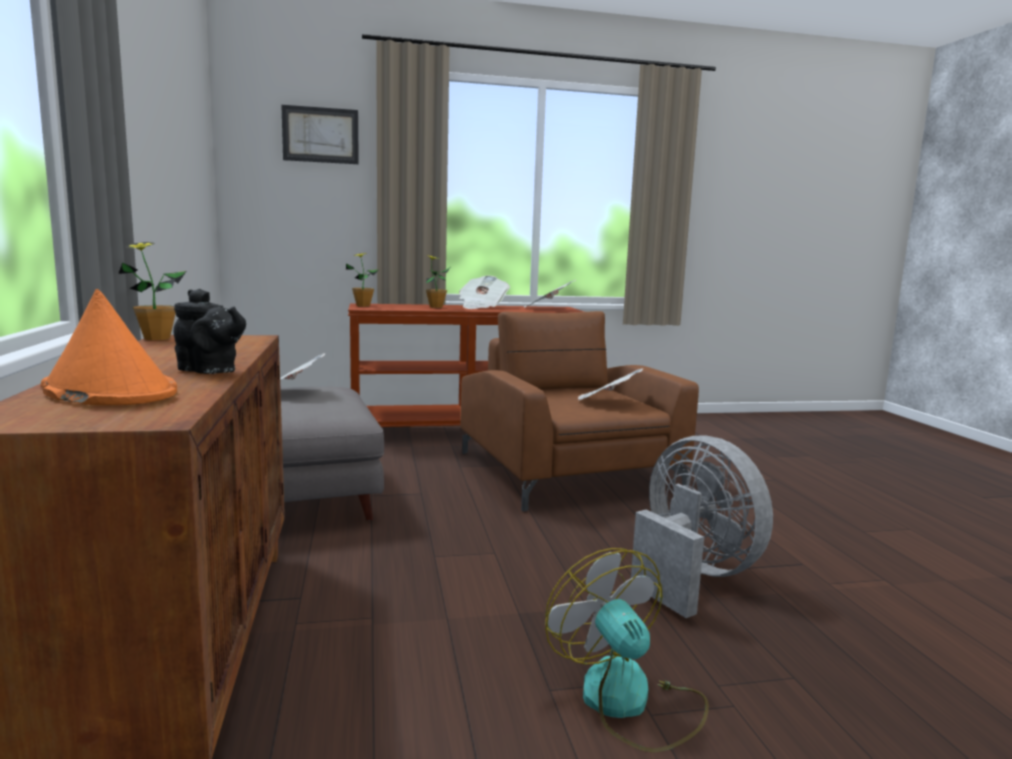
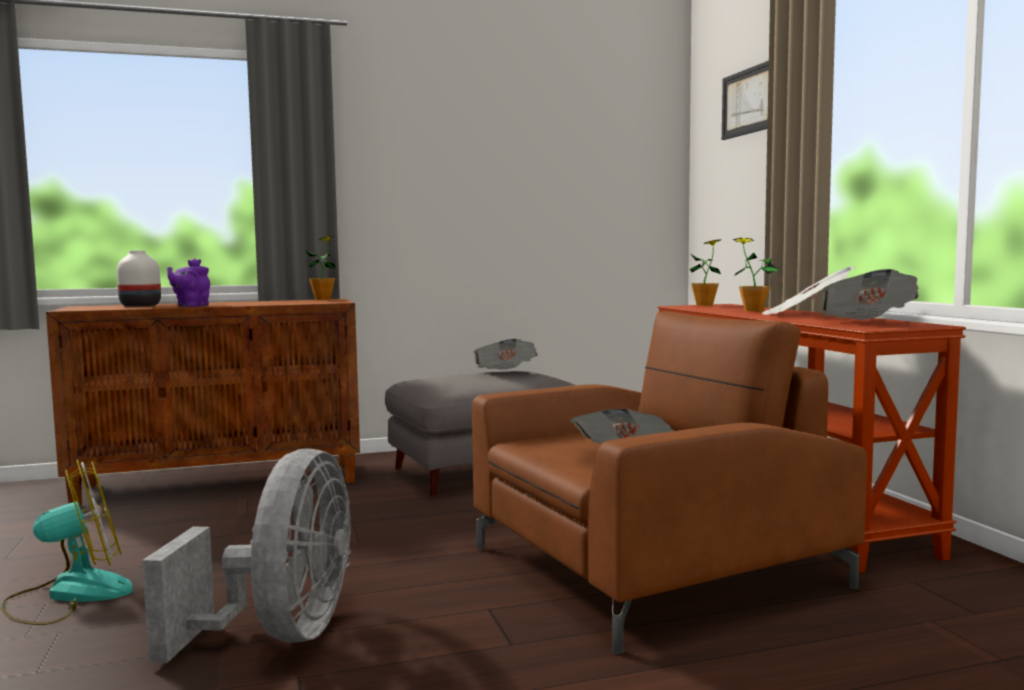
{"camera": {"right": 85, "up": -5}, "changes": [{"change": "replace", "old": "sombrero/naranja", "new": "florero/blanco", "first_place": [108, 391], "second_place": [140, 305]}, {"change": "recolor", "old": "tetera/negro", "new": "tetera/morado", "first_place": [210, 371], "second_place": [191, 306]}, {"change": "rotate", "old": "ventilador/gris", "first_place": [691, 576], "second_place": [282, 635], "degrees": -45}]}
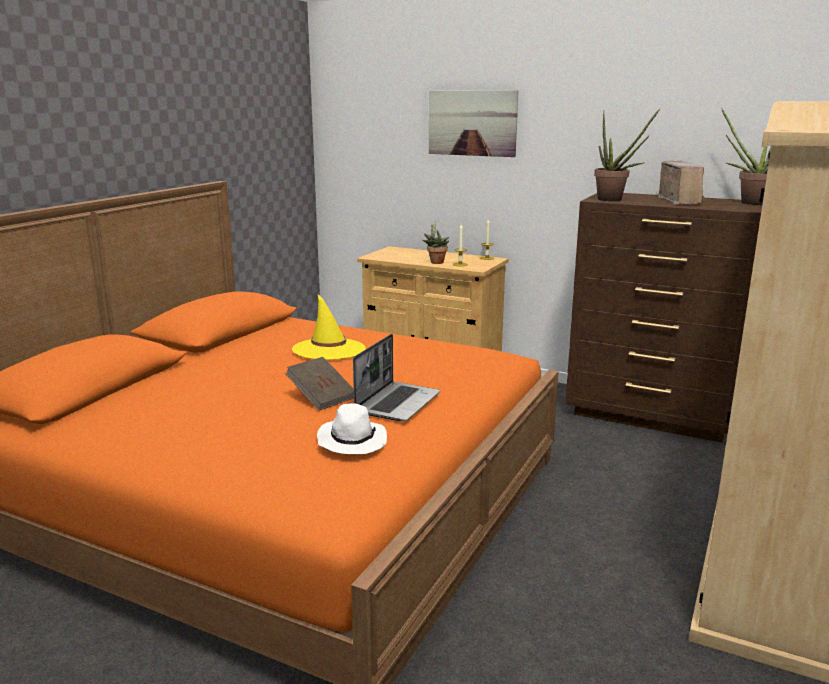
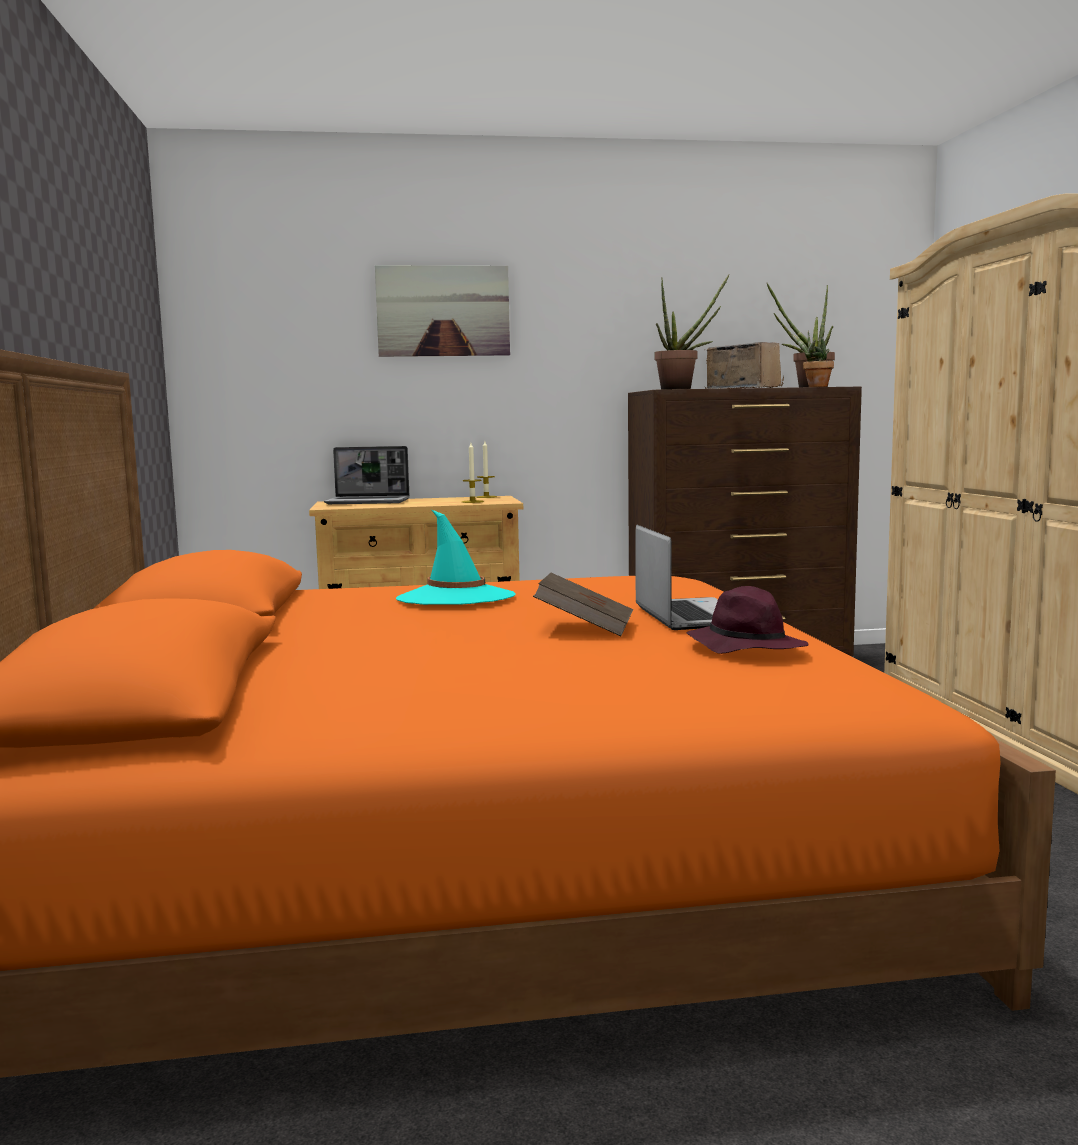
{"camera": {"right": -35, "up": -10}, "changes": [{"change": "insert", "new": "portátil", "second_place": [369, 502]}, {"change": "move", "old": "planta en maceta", "first_place": [436, 262], "second_place": [814, 387]}, {"change": "recolor", "old": "sombrero/amarillo", "new": "sombrero/turquesa", "first_place": [329, 349], "second_place": [456, 598]}, {"change": "recolor", "old": "sombrero/blanco", "new": "sombrero/morado", "first_place": [351, 441], "second_place": [744, 647]}]}
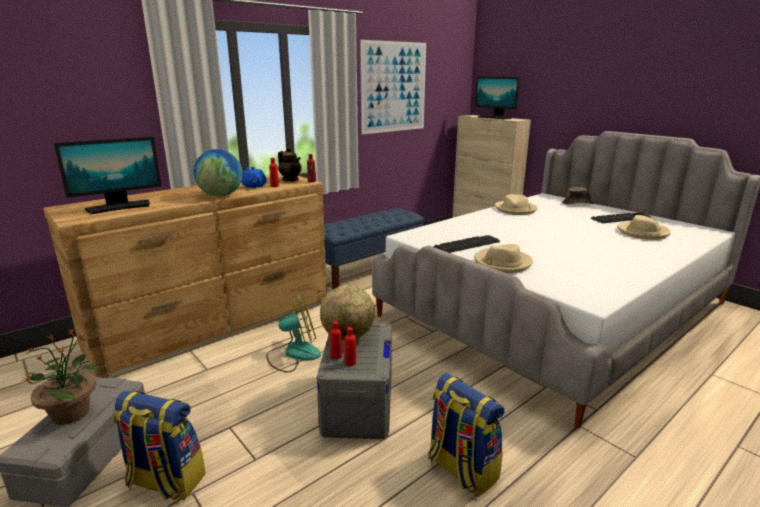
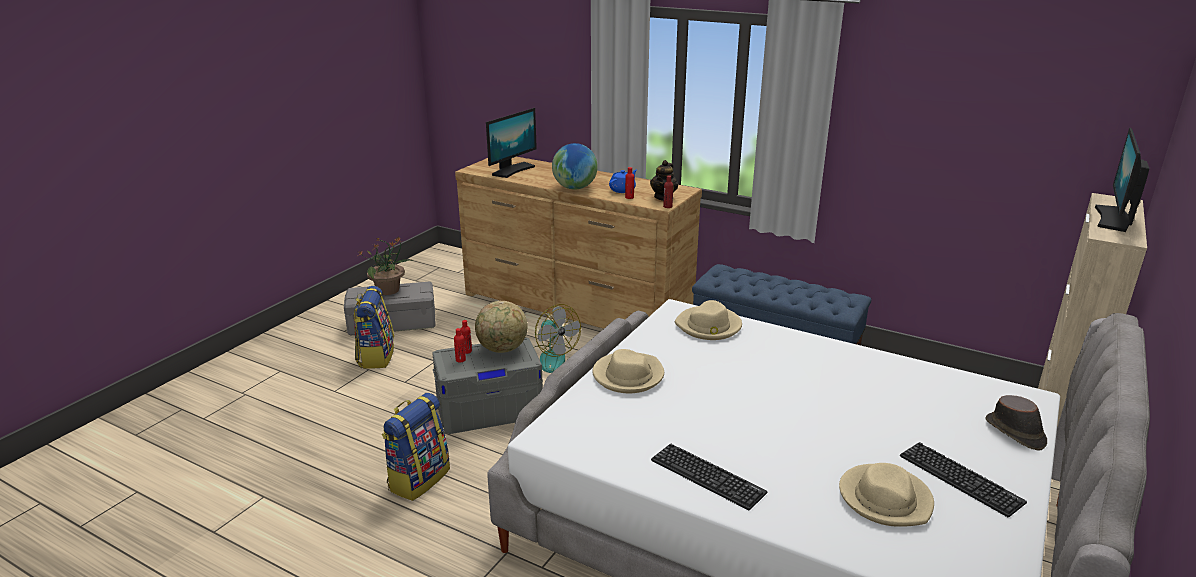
{"camera": {"right": 70, "up": 5}, "changes": [{"change": "delete", "old": "cuadro", "first_place": [394, 87]}, {"change": "move", "old": "teclado", "first_place": [467, 245], "second_place": [707, 476]}, {"change": "move", "old": "sombrero/beis", "first_place": [515, 209], "second_place": [709, 326]}, {"change": "rotate", "old": "monitor", "first_place": [119, 207], "second_place": [512, 170], "degrees": -90}]}
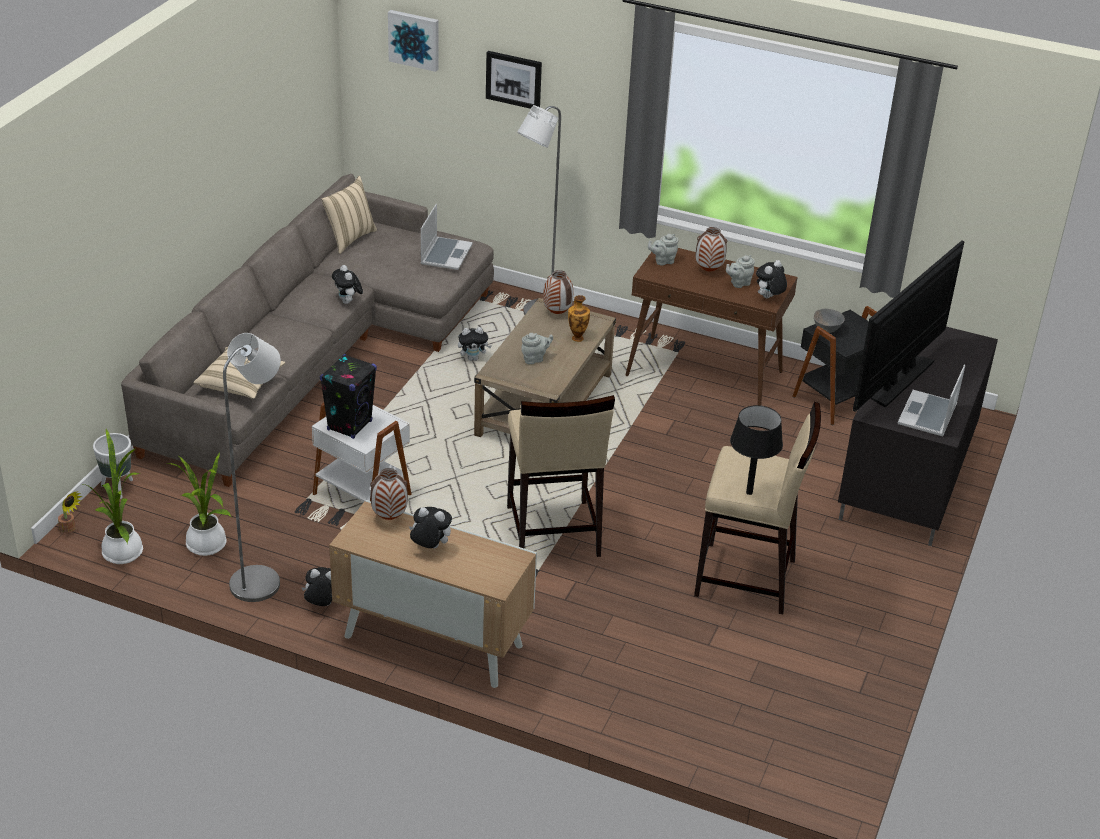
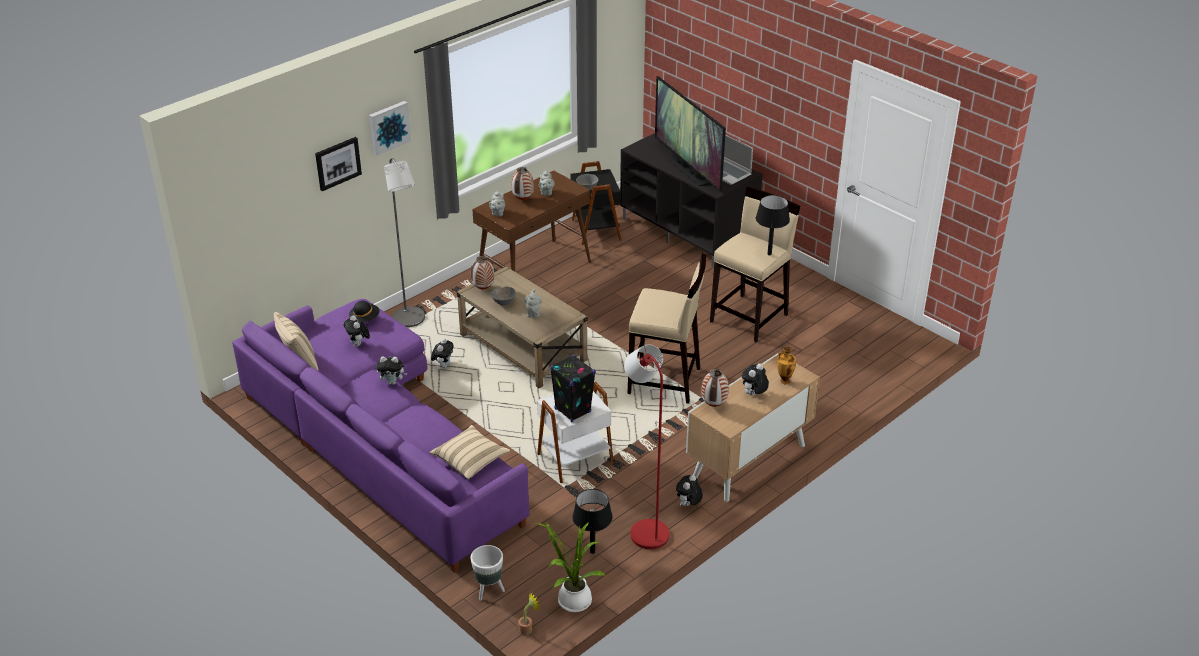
{"camera": {"right": -65, "up": 0}, "changes": [{"change": "insert", "new": "cuenco/gris", "second_place": [504, 303]}, {"change": "move", "old": "cuadro", "first_place": [414, 39], "second_place": [388, 127]}, {"change": "move", "old": "florero", "first_place": [577, 338], "second_place": [784, 381]}, {"change": "move", "old": "peluche", "first_place": [768, 298], "second_place": [358, 345]}, {"change": "replace", "old": "planta en maceta", "new": "lámpara de mesa/negro", "first_place": [207, 546], "second_place": [592, 552]}, {"change": "replace", "old": "portátil", "new": "sombrero/negro", "first_place": [445, 254], "second_place": [364, 319]}, {"change": "recolor", "old": "sofá/gris", "new": "sofá/morado", "first_place": [318, 353], "second_place": [378, 441]}, {"change": "recolor", "old": "lámpara de pie/gris", "new": "lámpara de pie/rojo", "first_place": [262, 579], "second_place": [645, 530]}]}
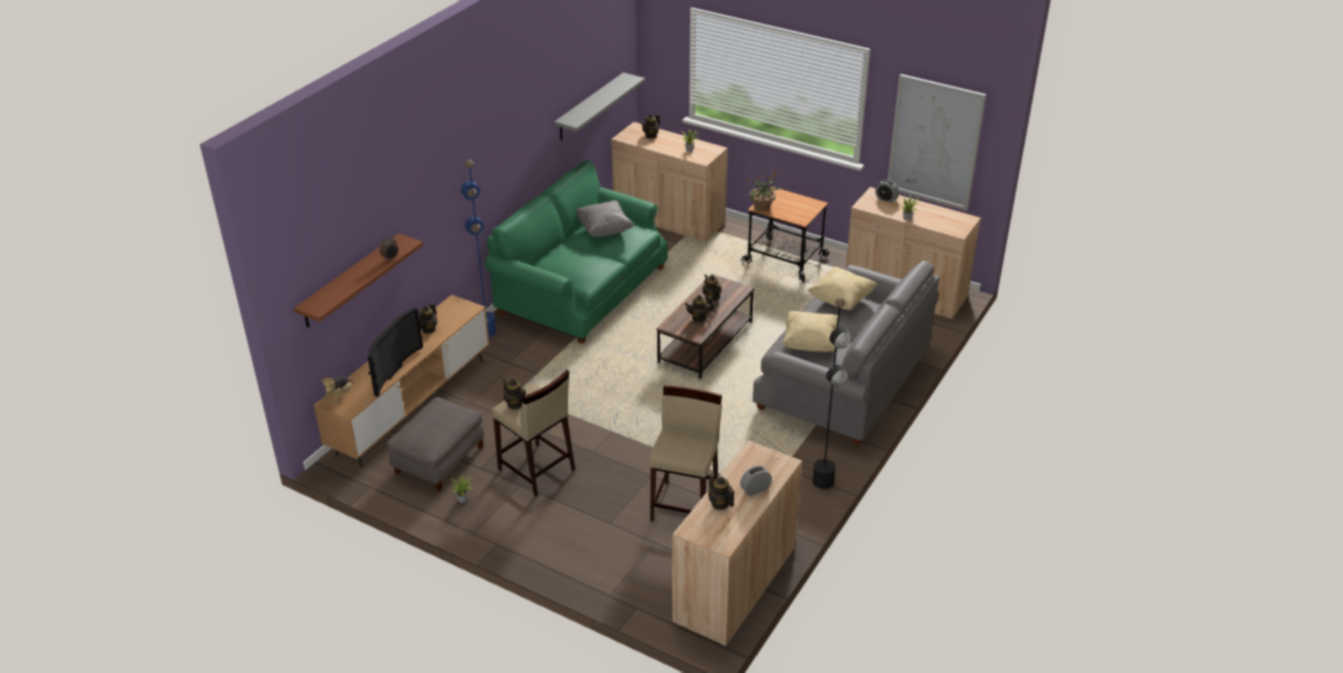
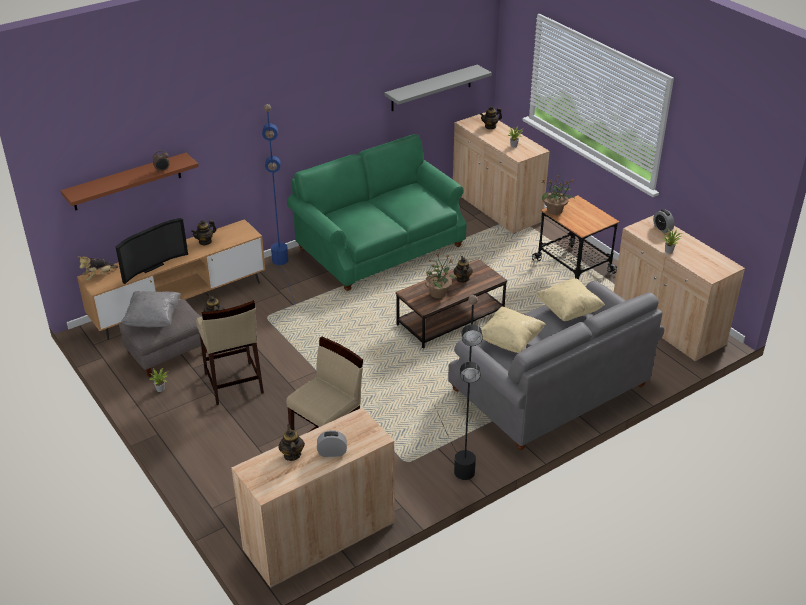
{"camera": {"right": 25, "up": 0}, "changes": [{"change": "delete", "old": "cuadro", "first_place": [935, 142]}, {"change": "move", "old": "cojín/gris", "first_place": [604, 230], "second_place": [153, 319]}, {"change": "replace", "old": "tetera", "new": "planta en maceta", "first_place": [699, 318], "second_place": [438, 293]}]}
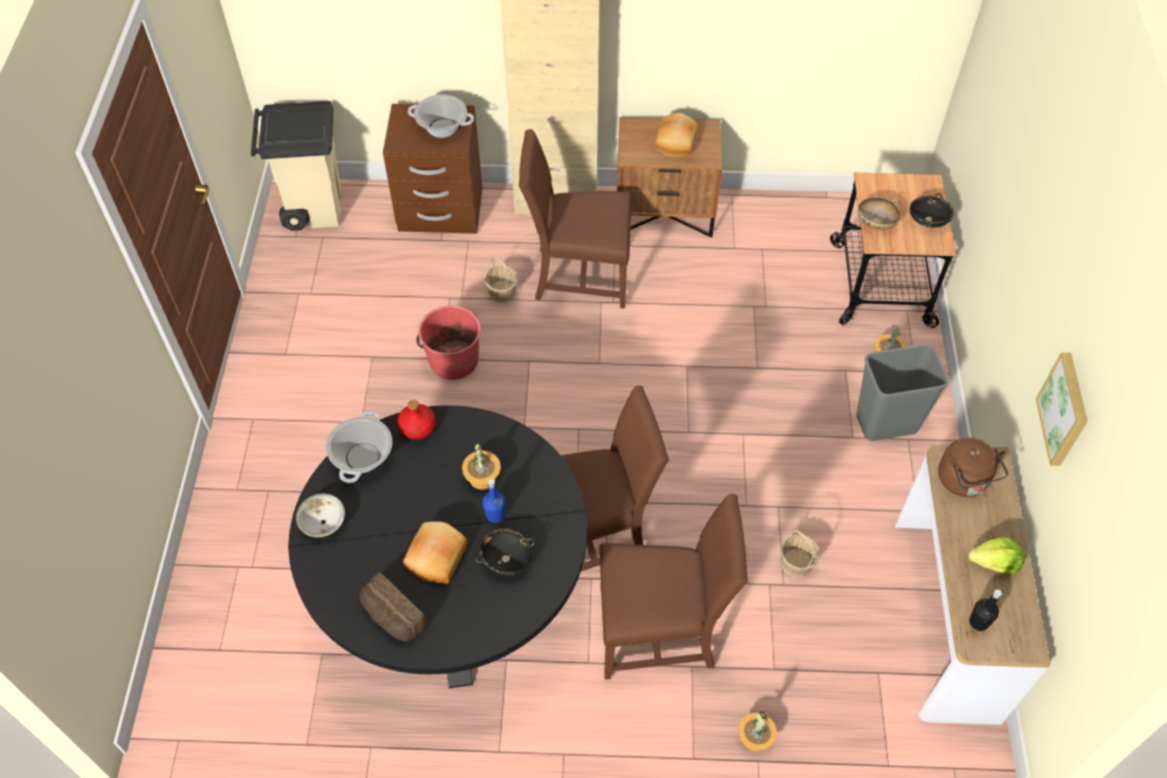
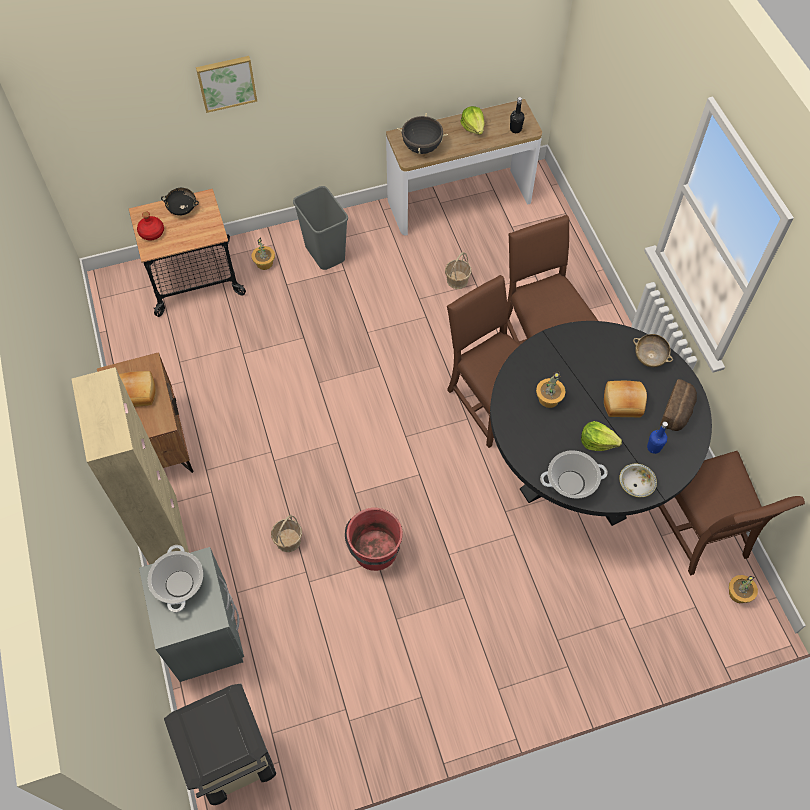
{"camera": {"right": -110, "up": 5}, "changes": [{"change": "delete", "old": "cuenco/negro", "first_place": [506, 560]}, {"change": "insert", "new": "lechuga", "second_place": [597, 442]}, {"change": "move", "old": "botella/rojo", "first_place": [418, 427], "second_place": [151, 232]}, {"change": "move", "old": "botella/azul", "first_place": [495, 515], "second_place": [654, 447]}, {"change": "move", "old": "silla/marrón", "first_place": [578, 275], "second_place": [702, 532]}, {"change": "move", "old": "planta en maceta", "first_place": [754, 738], "second_place": [739, 594]}, {"change": "move", "old": "cuenco/beis", "first_place": [875, 222], "second_place": [650, 357]}, {"change": "move", "old": "cuadro", "first_place": [1065, 409], "second_place": [226, 82]}, {"change": "replace", "old": "hervidor/marrón", "new": "olla/negro", "first_place": [964, 481], "second_place": [422, 147]}, {"change": "recolor", "old": "mesita de noche/marrón", "new": "mesita de noche/gris", "first_place": [440, 211], "second_place": [205, 633]}]}
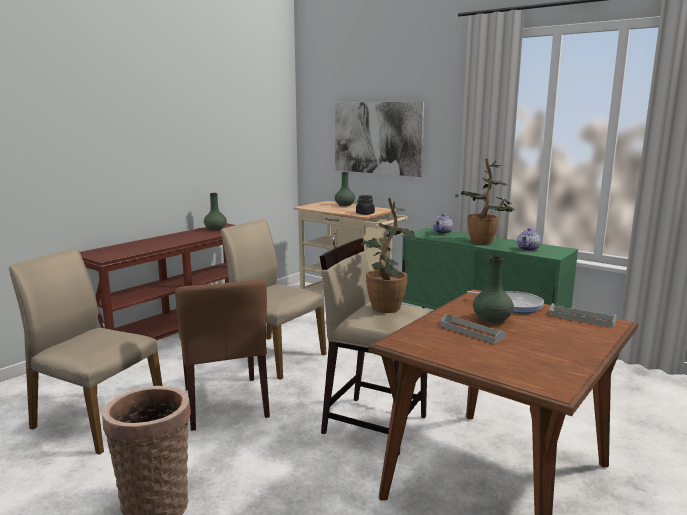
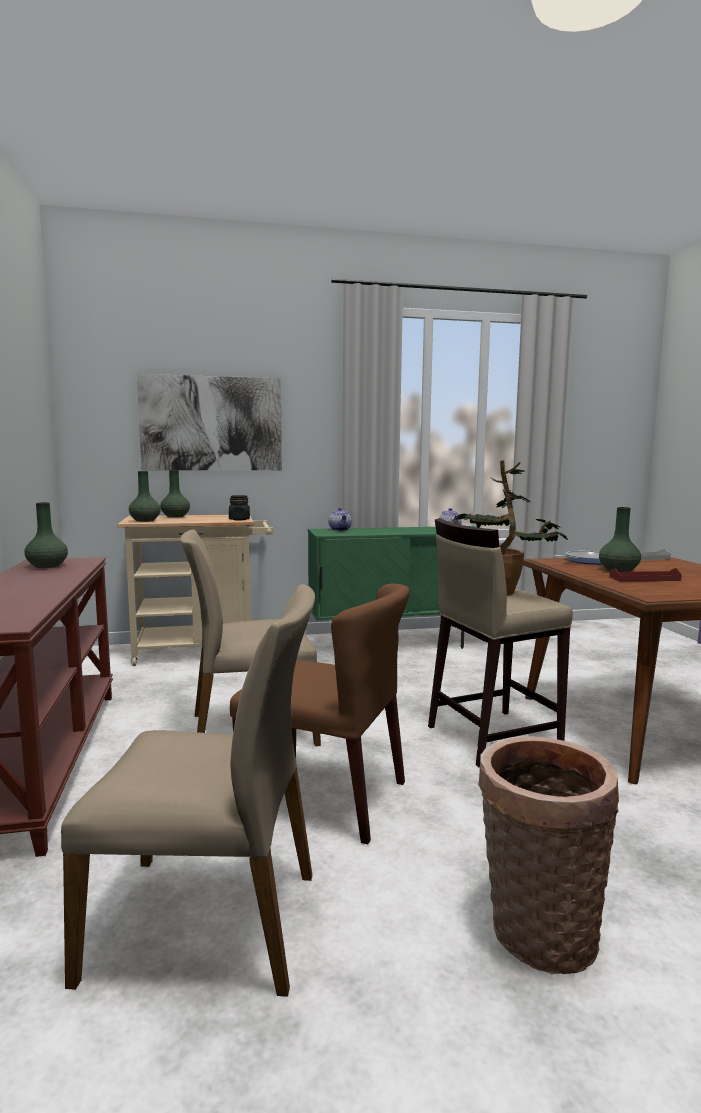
{"camera": {"right": -50, "up": -5}, "changes": [{"change": "delete", "old": "planta en maceta", "first_place": [483, 243]}, {"change": "insert", "new": "florero/verde", "second_place": [145, 520]}, {"change": "recolor", "old": "bandeja/gris", "new": "bandeja/rojo", "first_place": [472, 332], "second_place": [644, 579]}, {"change": "rotate", "old": "silla/beis", "first_place": [96, 419], "second_place": [208, 922], "degrees": -150}]}
